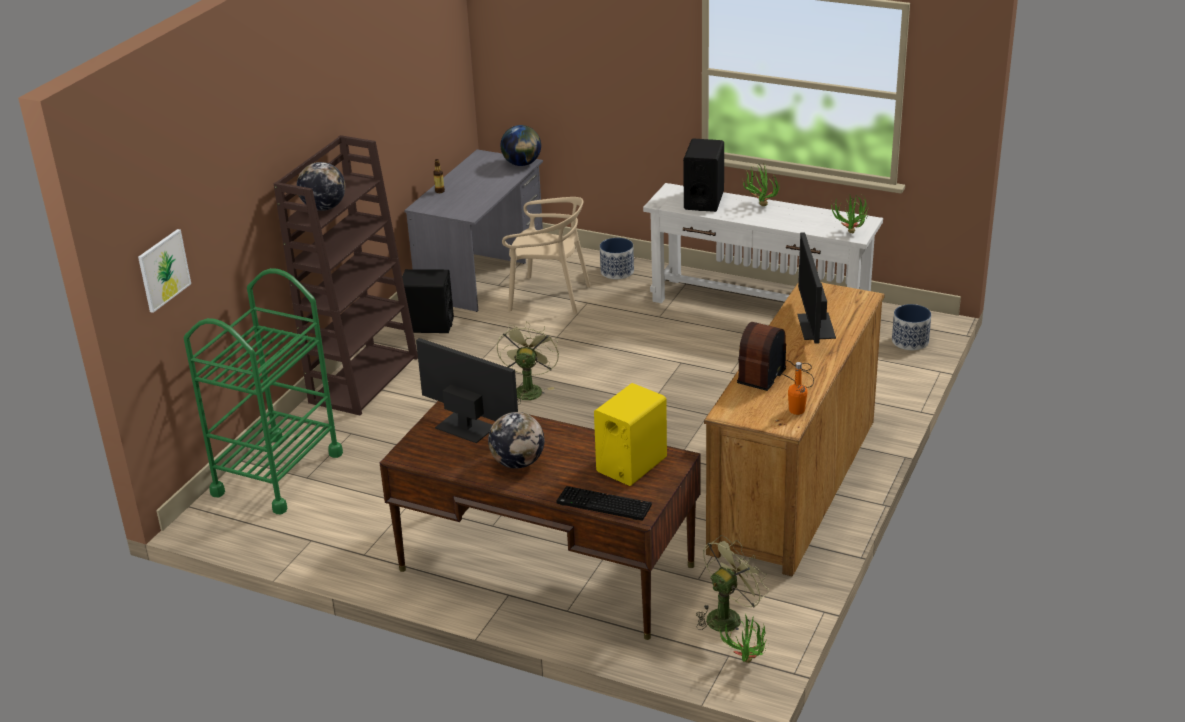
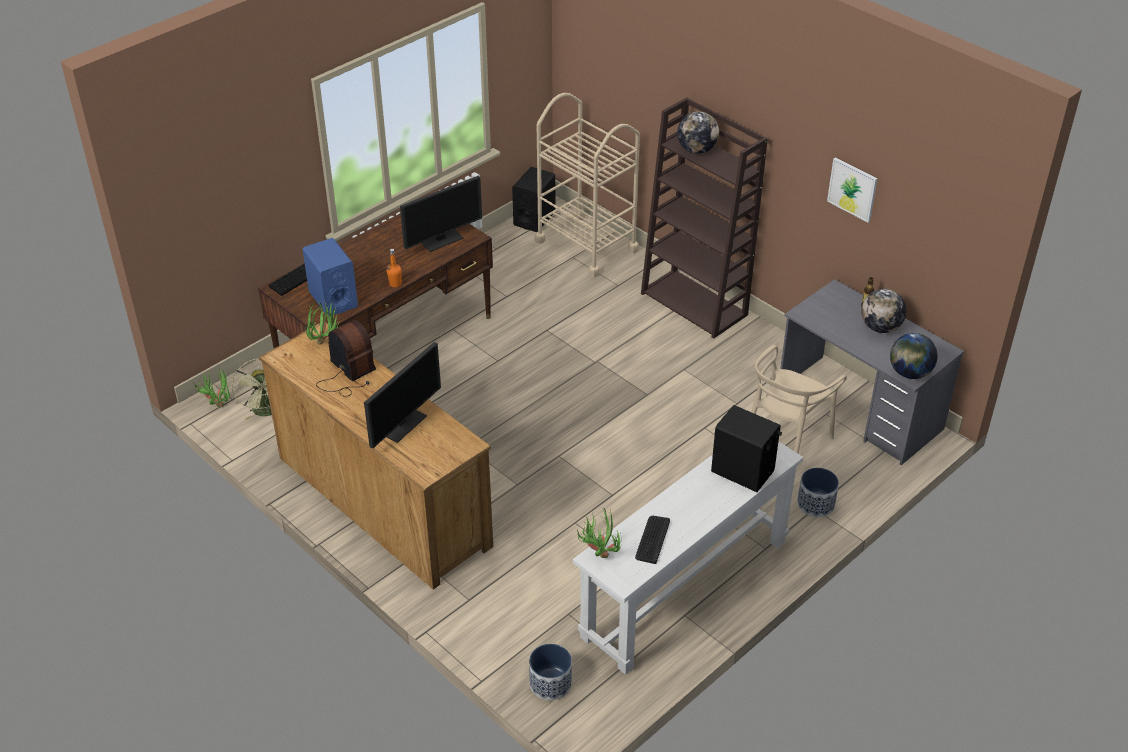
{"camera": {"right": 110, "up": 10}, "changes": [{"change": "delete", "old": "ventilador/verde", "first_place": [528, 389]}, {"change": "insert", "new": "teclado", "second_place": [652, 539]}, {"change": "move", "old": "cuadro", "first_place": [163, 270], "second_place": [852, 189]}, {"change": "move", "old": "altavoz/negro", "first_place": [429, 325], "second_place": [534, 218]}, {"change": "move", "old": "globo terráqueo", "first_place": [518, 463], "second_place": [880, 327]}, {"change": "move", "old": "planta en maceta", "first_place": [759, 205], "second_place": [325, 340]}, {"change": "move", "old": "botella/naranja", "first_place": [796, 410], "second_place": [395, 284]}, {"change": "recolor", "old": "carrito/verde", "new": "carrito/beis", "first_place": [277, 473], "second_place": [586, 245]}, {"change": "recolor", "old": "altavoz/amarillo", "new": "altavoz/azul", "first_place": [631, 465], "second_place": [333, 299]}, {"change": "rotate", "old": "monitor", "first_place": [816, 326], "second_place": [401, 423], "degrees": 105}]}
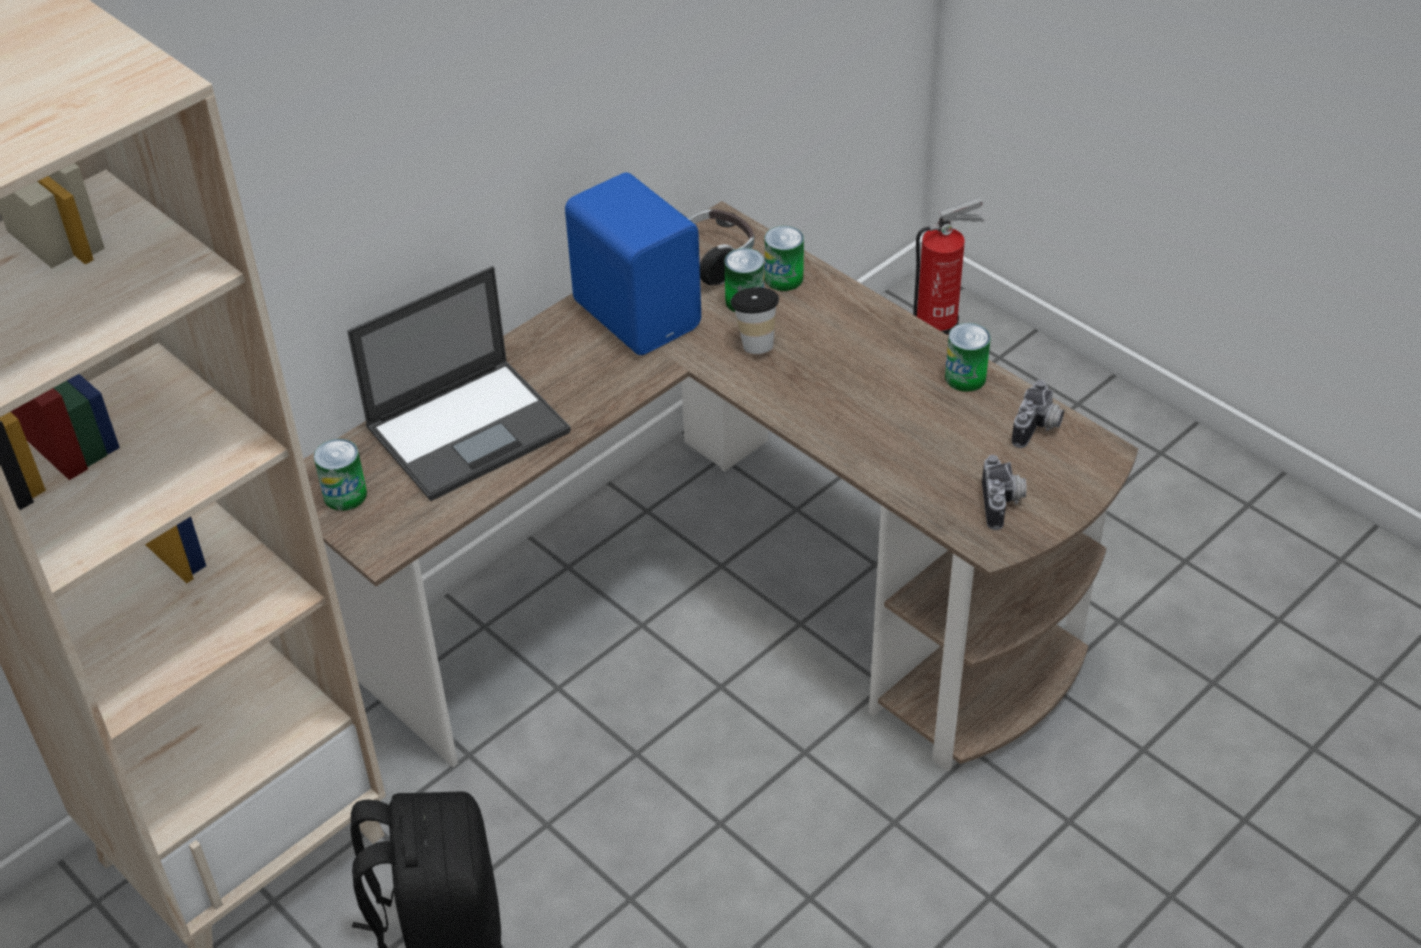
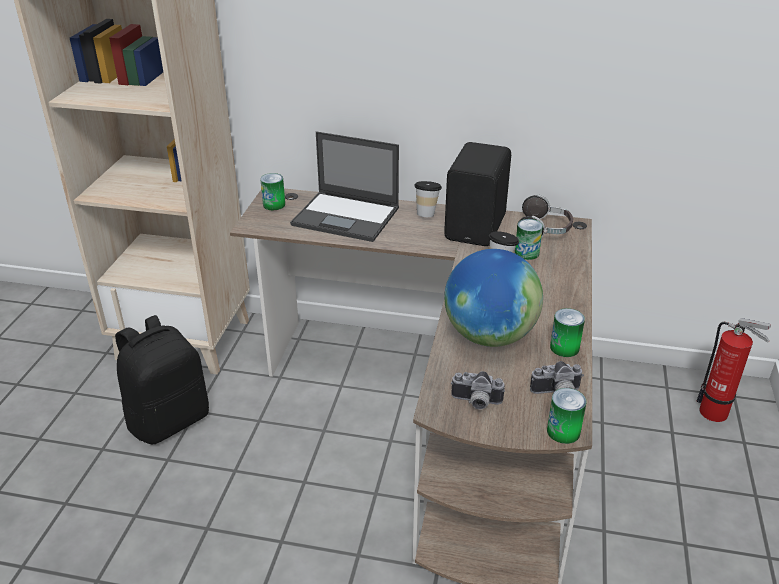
{"camera": {"right": 55, "up": -10}, "changes": [{"change": "insert", "new": "taza", "second_place": [427, 213]}, {"change": "insert", "new": "globo terráqueo", "second_place": [489, 335]}, {"change": "move", "old": "lata", "first_place": [783, 278], "second_place": [563, 431]}, {"change": "recolor", "old": "altavoz/azul", "new": "altavoz/negro", "first_place": [638, 313], "second_place": [477, 228]}, {"change": "rotate", "old": "cámara", "first_place": [1003, 503], "second_place": [476, 403], "degrees": 45}]}
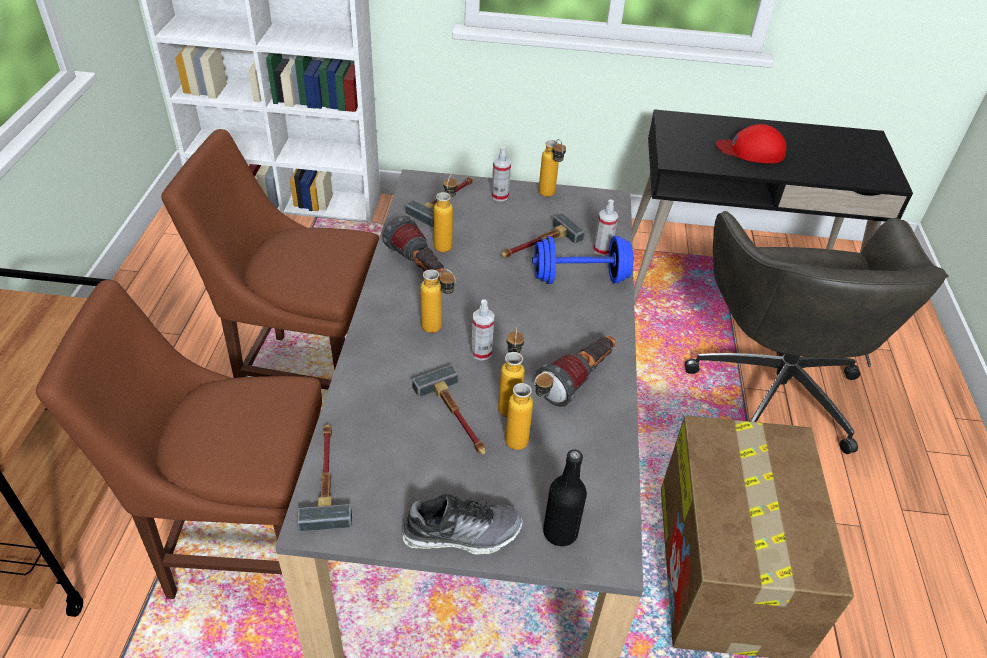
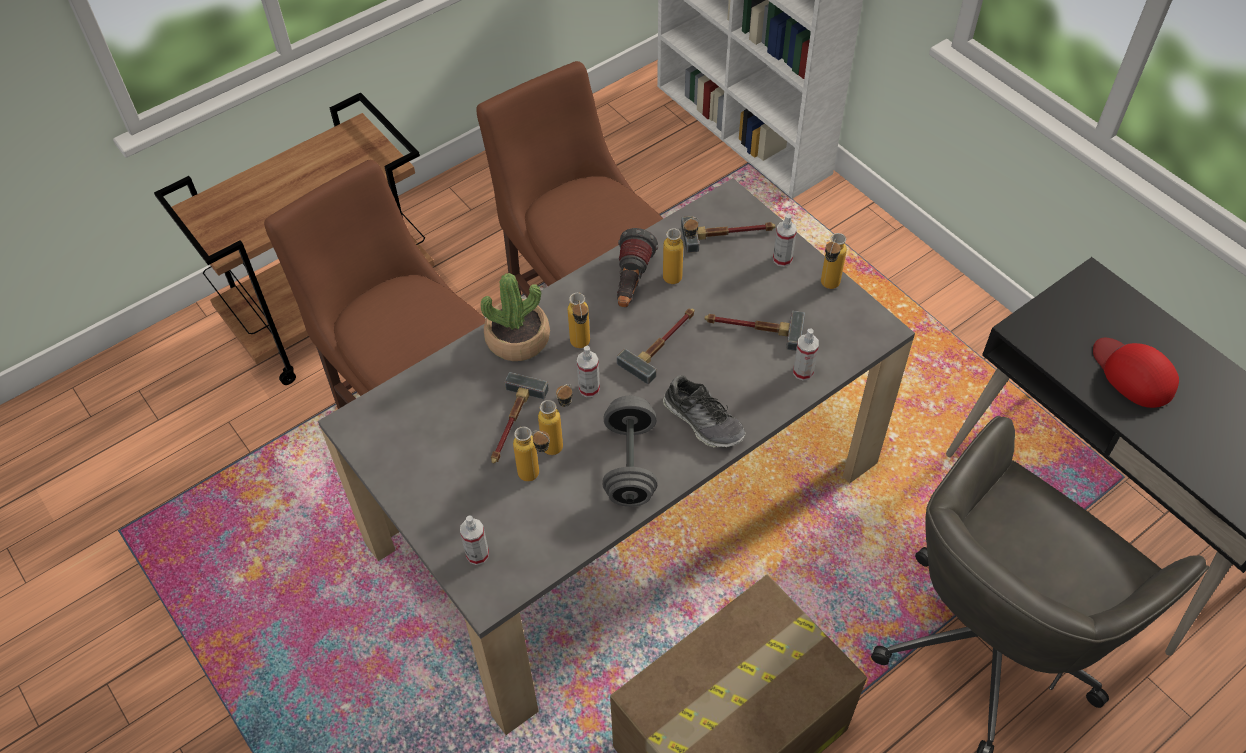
{"camera": {"right": 50, "up": 10}, "changes": [{"change": "delete", "old": "mancuerna/azul", "first_place": [580, 278]}, {"change": "insert", "new": "planta en maceta", "second_place": [518, 338]}, {"change": "move", "old": "martillo", "first_place": [326, 477], "second_place": [663, 343]}, {"change": "move", "old": "zapato", "first_place": [462, 533], "second_place": [703, 421]}, {"change": "replace", "old": "linterna", "new": "mancuerna/gris", "first_place": [578, 380], "second_place": [630, 464]}, {"change": "replace", "old": "botella/negro", "new": "pulverizador", "first_place": [560, 532], "second_place": [477, 554]}]}
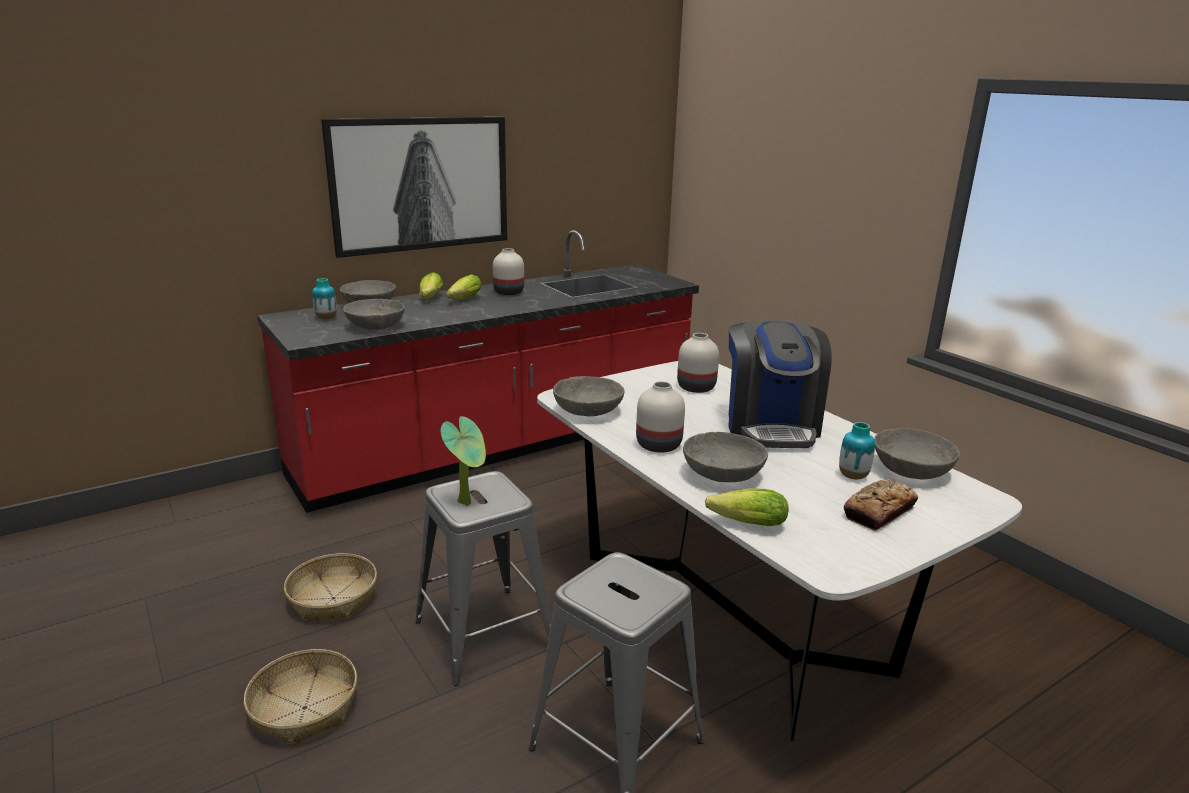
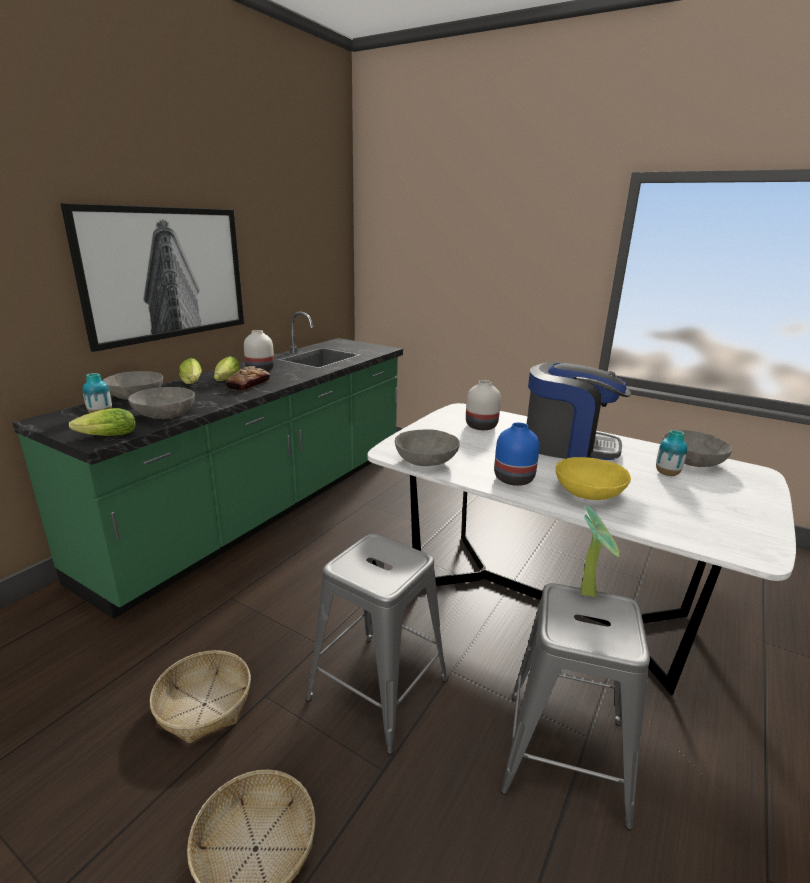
{"camera": {"right": -25, "up": 0}, "changes": [{"change": "move", "old": "planta en maceta", "first_place": [468, 502], "second_place": [590, 592]}, {"change": "move", "old": "lechuga", "first_place": [744, 523], "second_place": [105, 437]}, {"change": "move", "old": "pan", "first_place": [879, 511], "second_place": [248, 384]}, {"change": "recolor", "old": "mueble bajo de cocina/rojo", "new": "mueble bajo de cocina/verde", "first_place": [500, 446], "second_place": [267, 507]}, {"change": "recolor", "old": "florero/blanco", "new": "florero/azul", "first_place": [657, 445], "second_place": [512, 479]}, {"change": "recolor", "old": "cuenco/gris", "new": "cuenco/amarillo", "first_place": [722, 475], "second_place": [588, 493]}, {"change": "rotate", "old": "cafetera", "first_place": [771, 425], "second_place": [568, 446], "degrees": -45}]}
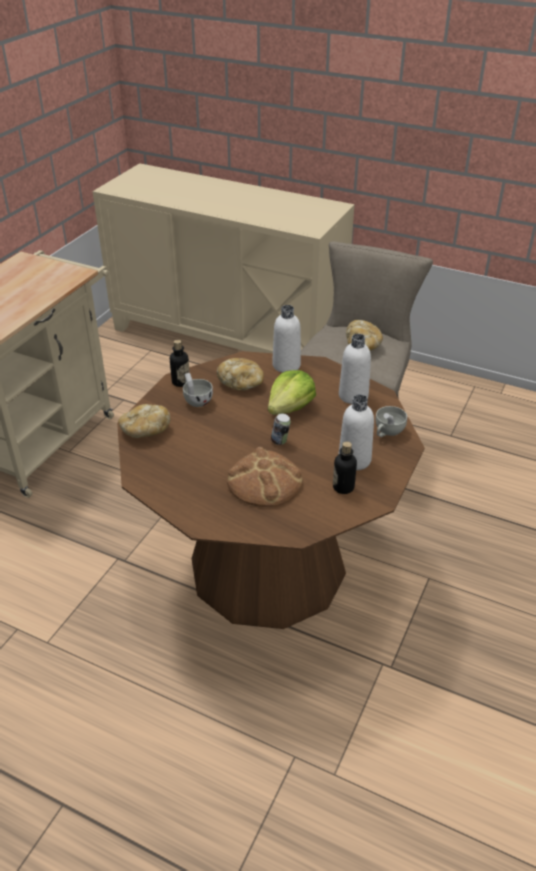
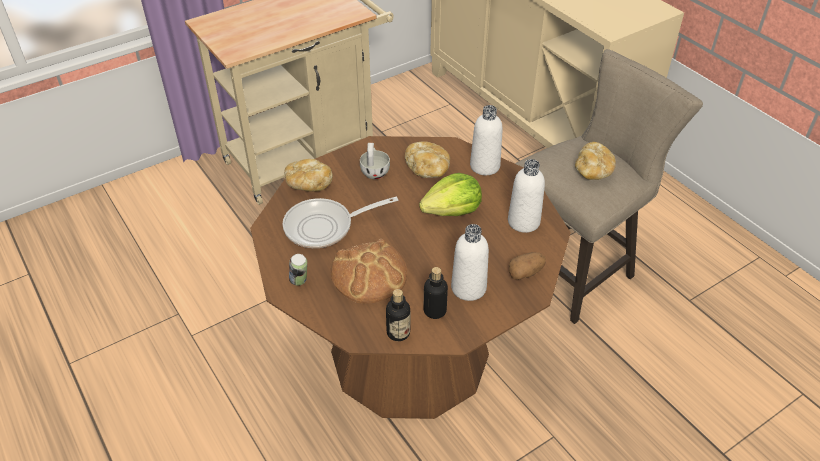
{"camera": {"right": 30, "up": 5}, "changes": [{"change": "insert", "new": "sartén", "second_place": [325, 227]}, {"change": "move", "old": "botella", "first_place": [181, 382], "second_place": [398, 333]}, {"change": "move", "old": "lata", "first_place": [280, 441], "second_place": [299, 281]}, {"change": "replace", "old": "taza/blanco", "new": "patata", "first_place": [387, 432], "second_place": [525, 273]}]}
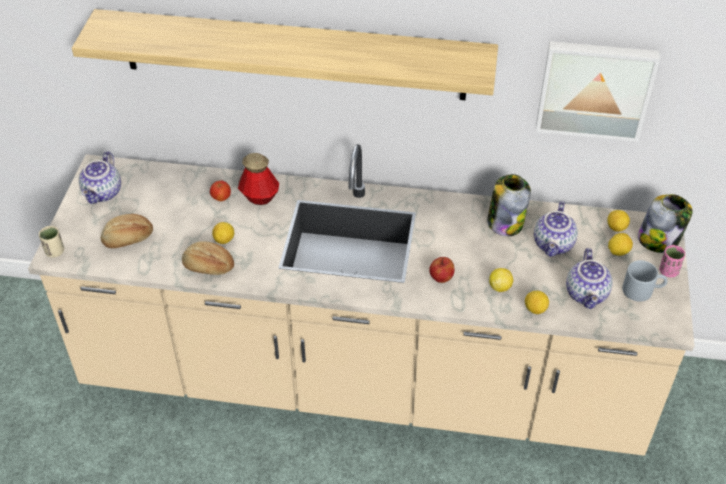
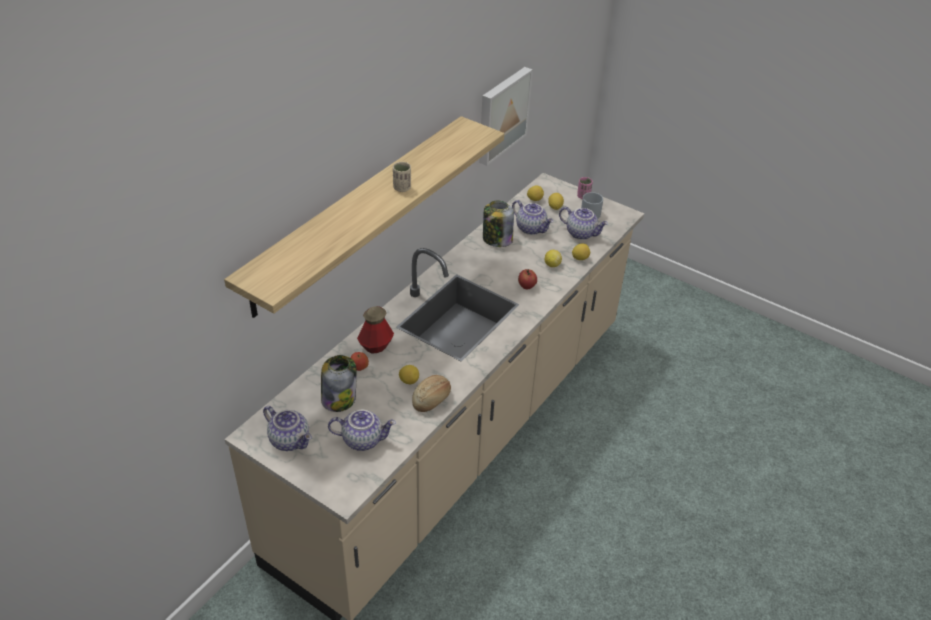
{"camera": {"right": -65, "up": -5}, "changes": [{"change": "move", "old": "taza/beis", "first_place": [55, 252], "second_place": [402, 188]}, {"change": "move", "old": "tarro", "first_place": [659, 240], "second_place": [339, 398]}, {"change": "replace", "old": "pan", "new": "tetera", "first_place": [128, 239], "second_place": [363, 439]}]}
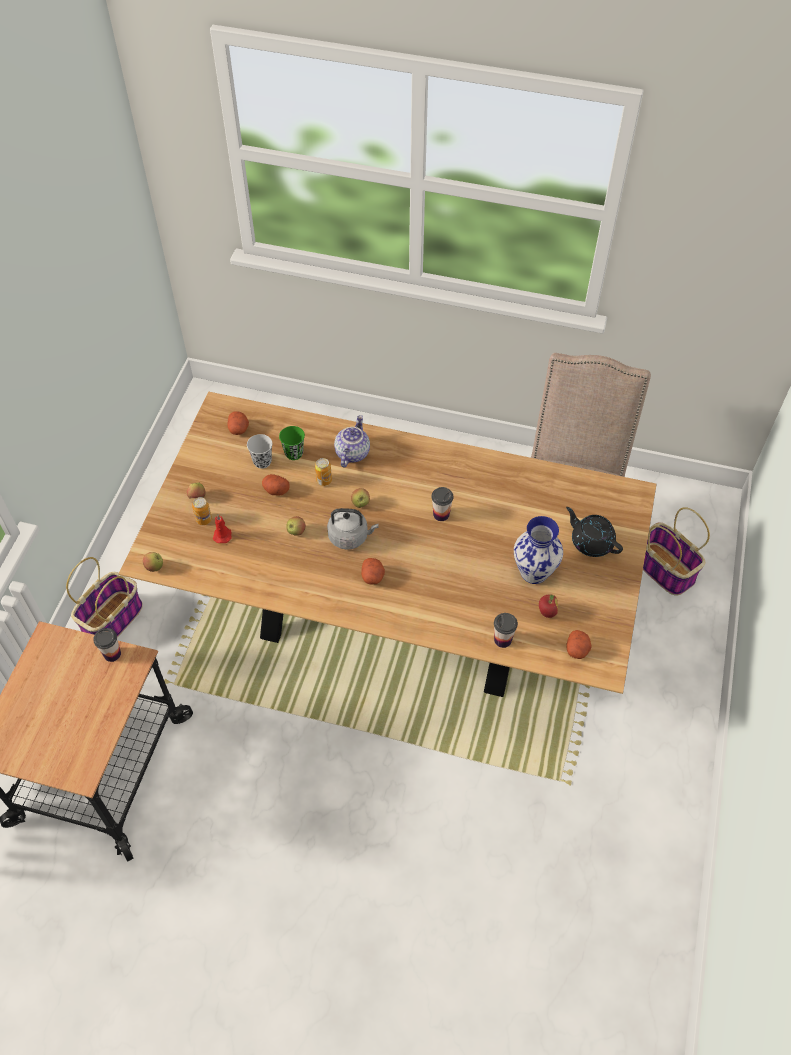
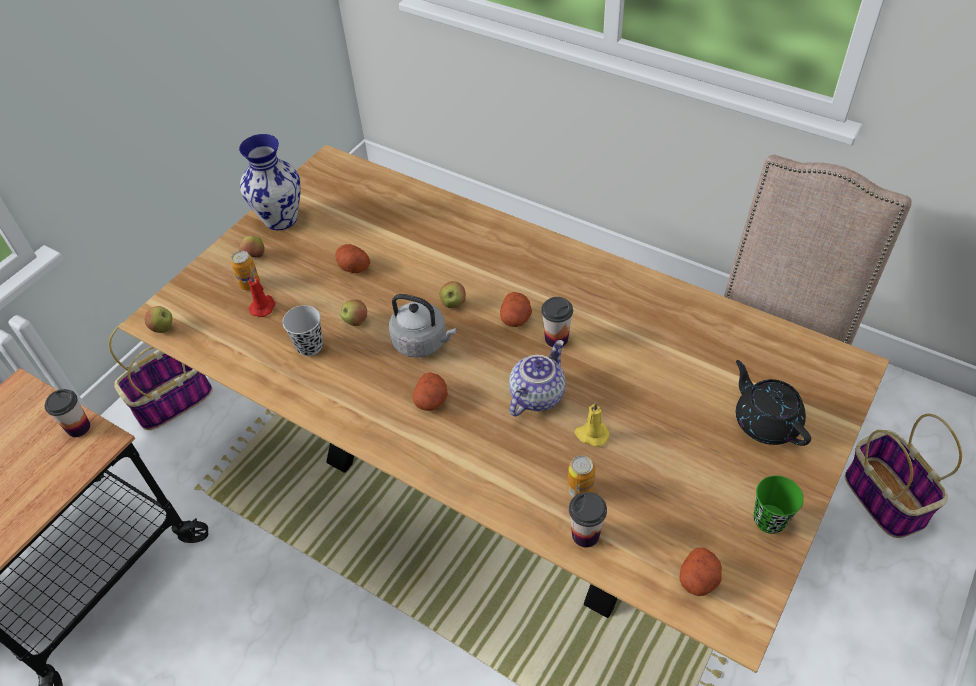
{"camera": {"right": 20, "up": -5}, "changes": [{"change": "delete", "old": "manzana", "first_place": [547, 612]}, {"change": "insert", "new": "vela/amarillo", "second_place": [591, 435]}, {"change": "move", "old": "patata", "first_place": [239, 429], "second_place": [516, 318]}, {"change": "move", "old": "taza/negro", "first_place": [262, 461], "second_place": [309, 346]}, {"change": "move", "old": "taza/verde", "first_place": [294, 453], "second_place": [769, 520]}, {"change": "move", "old": "lata", "first_place": [324, 480], "second_place": [580, 490]}, {"change": "move", "old": "tetera", "first_place": [351, 453], "second_place": [536, 395]}, {"change": "move", "old": "florero", "first_place": [534, 571], "second_place": [281, 218]}]}
